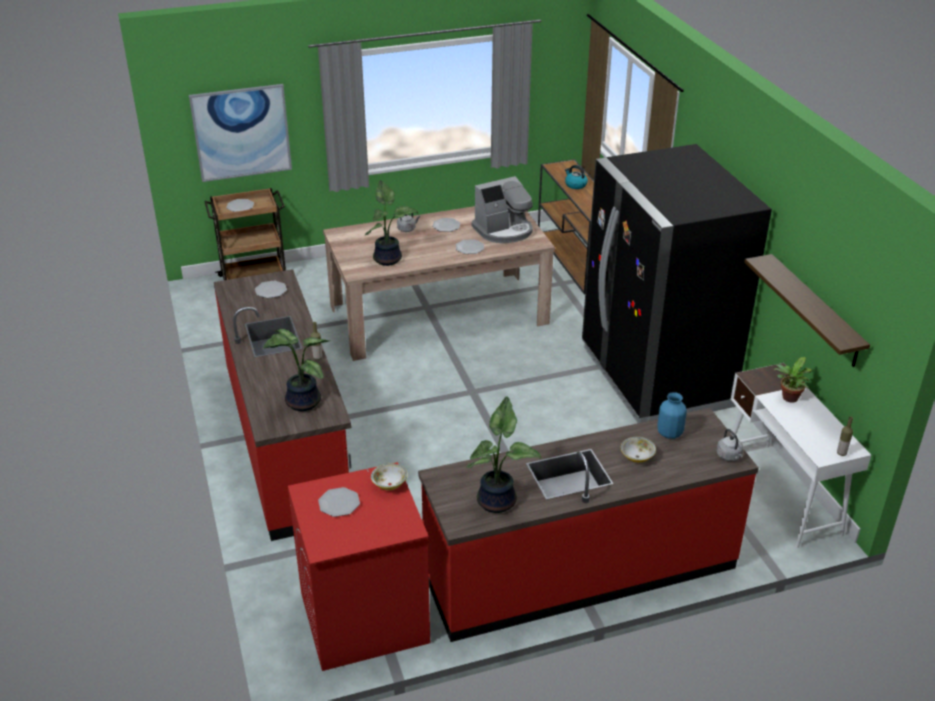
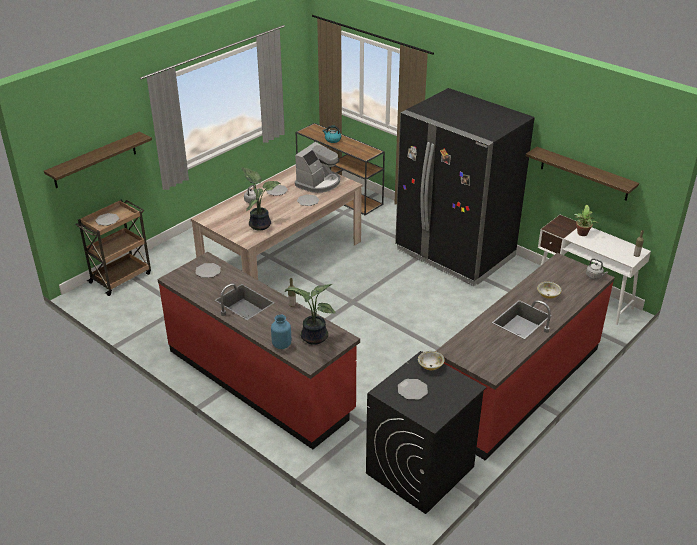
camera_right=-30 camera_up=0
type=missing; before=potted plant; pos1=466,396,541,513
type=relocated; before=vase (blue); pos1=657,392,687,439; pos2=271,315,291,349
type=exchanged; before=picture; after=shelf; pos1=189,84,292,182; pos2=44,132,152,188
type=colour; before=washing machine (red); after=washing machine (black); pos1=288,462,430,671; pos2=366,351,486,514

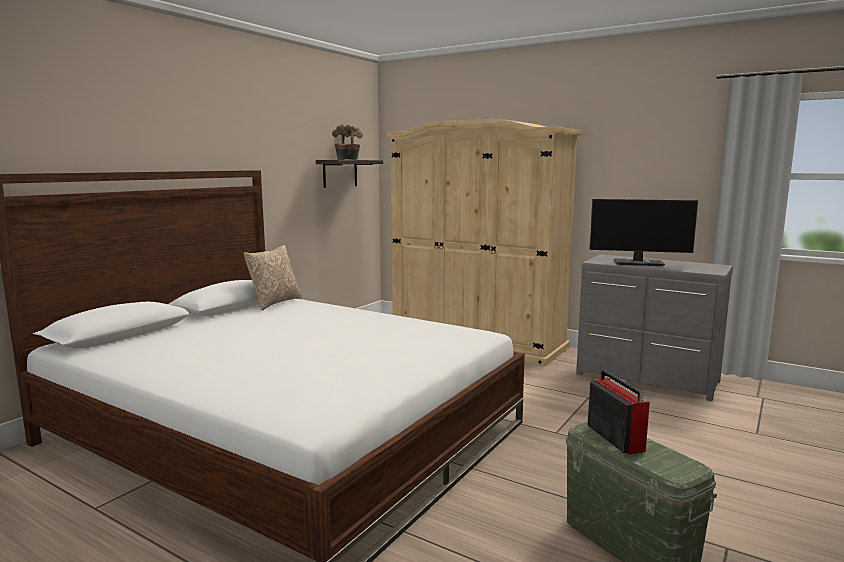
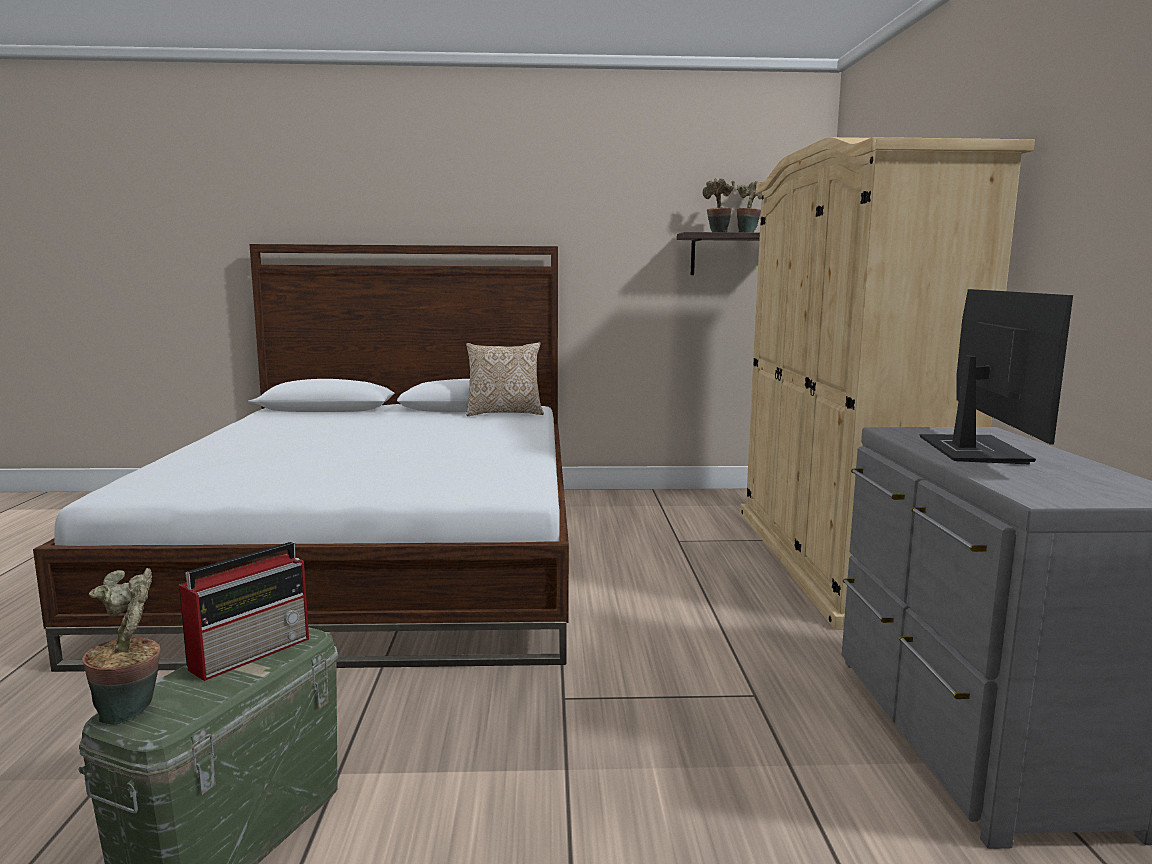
camera_right=55 camera_up=0
type=appeared; after=potted plant; pos2=82,568,161,725
type=spun; before=monitor; pos1=589,199,698,266; pos2=920,289,1073,464; turn=-150

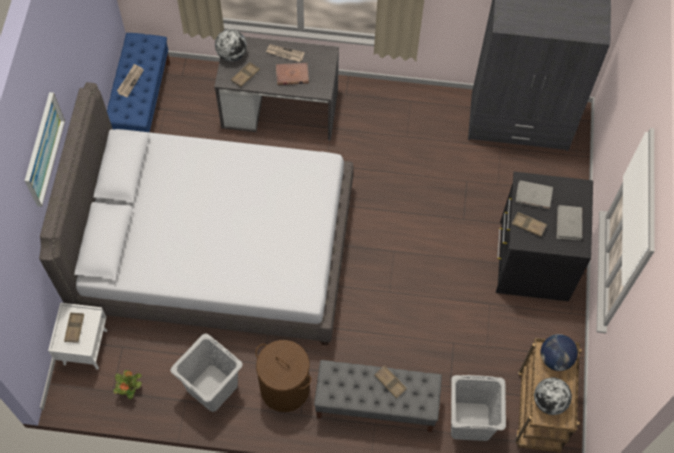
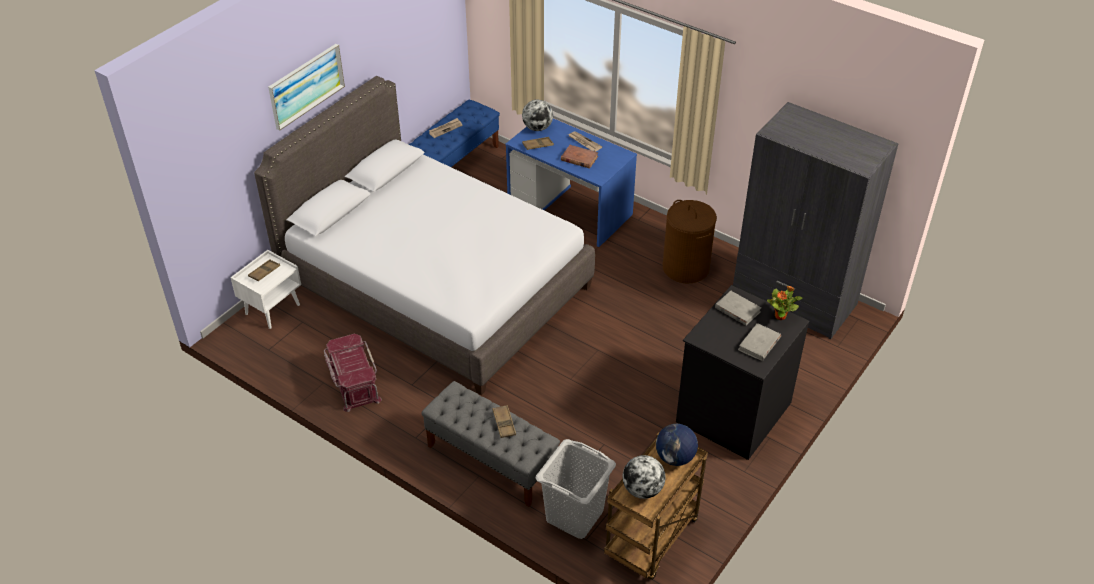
camera_right=30 camera_up=-20
type=missing; before=tray (brown); pos1=512,212,547,237
type=relocated; before=potted plant; pos1=114,370,142,400; pos2=767,286,802,320
type=relocated; before=laundry basket (brown); pos1=255,340,312,412; pos2=662,200,717,283
type=exchanged; before=laundry basket (grey); after=storage box (red); pos1=170,333,243,412; pos2=324,334,382,412
type=colour; before=desk (grey); after=desk (blue); pos1=214,37,339,141; pos2=505,118,637,247

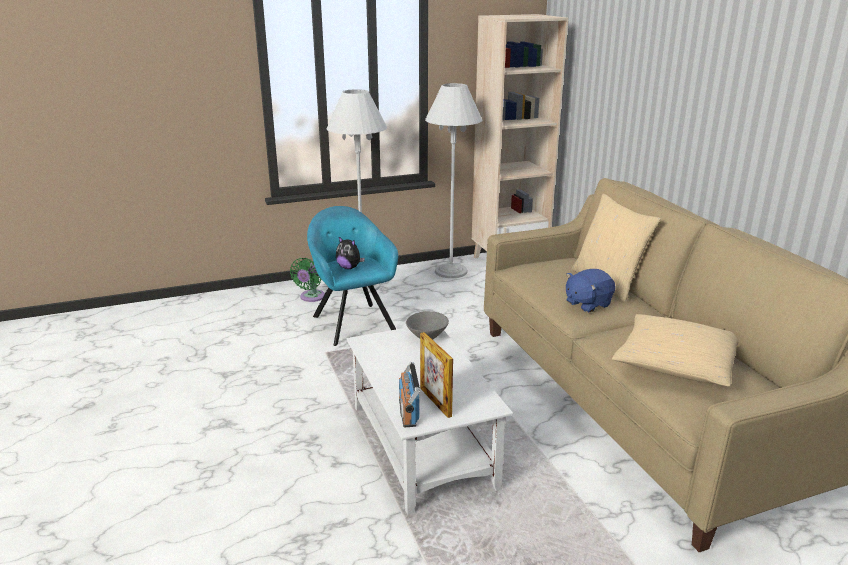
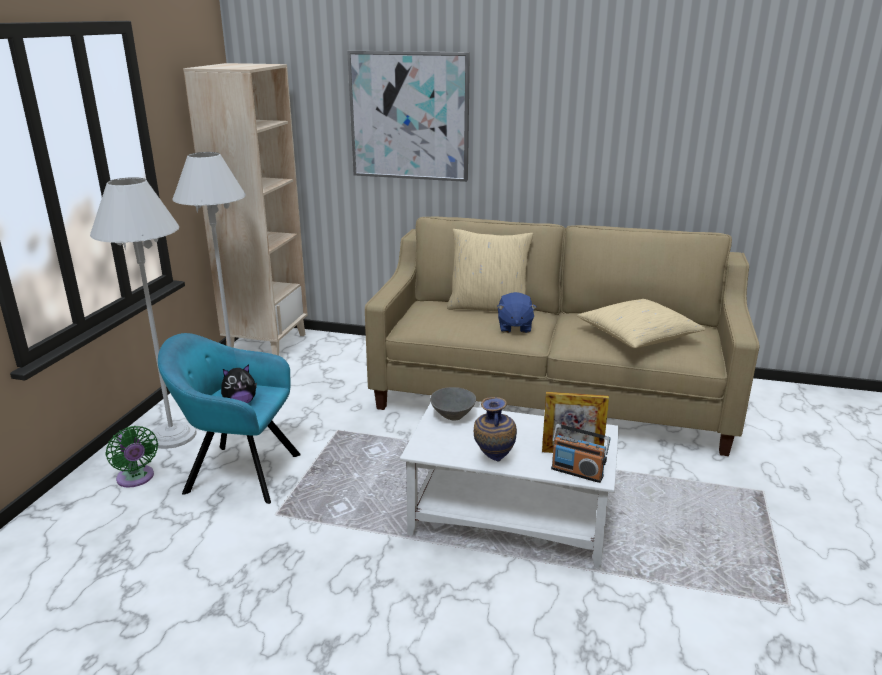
camera_right=-55 camera_up=0
type=appeared; after=picture; pos2=347,51,470,182
type=appeared; after=vase; pos2=474,397,517,462

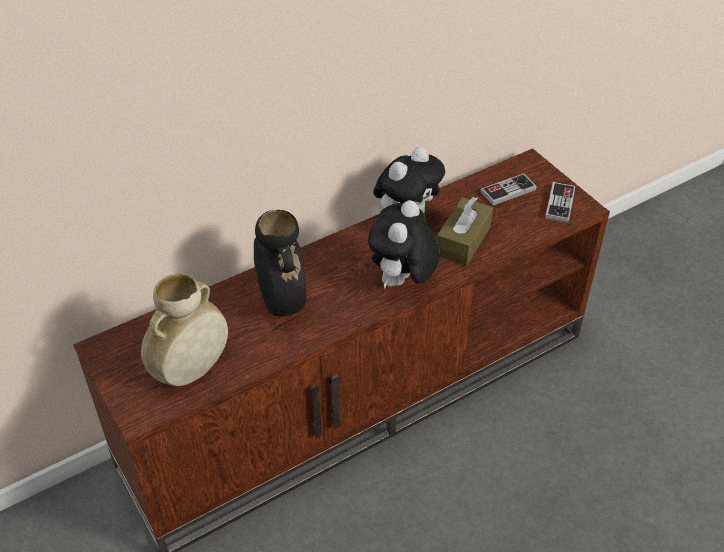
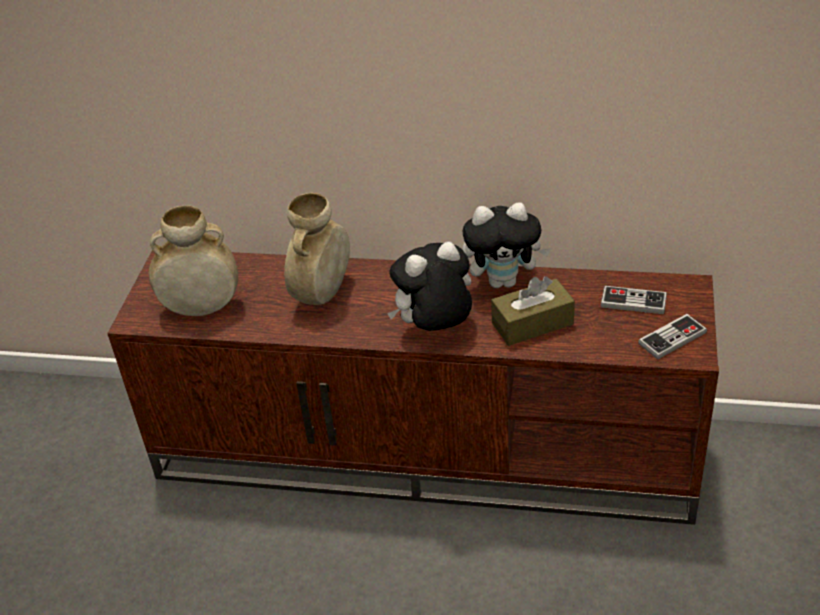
camera_right=45 camera_up=-5
type=colour; before=vase (black); after=vase (beige); pos1=254,210,306,317; pos2=284,193,350,305

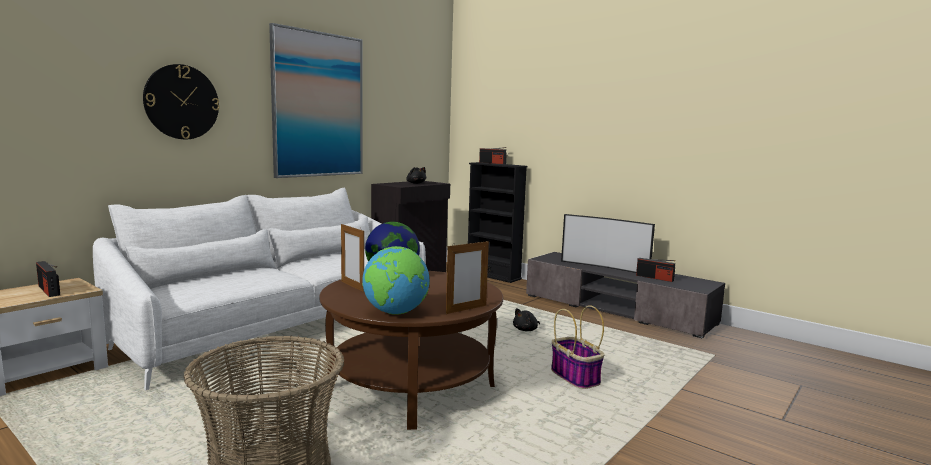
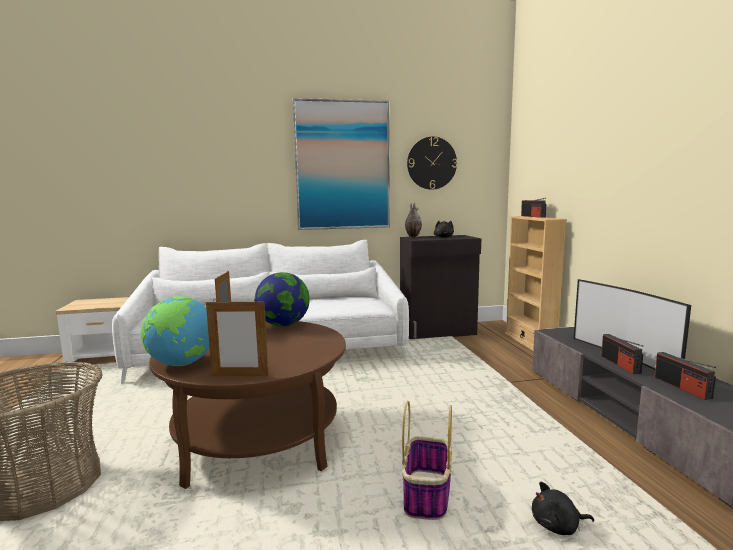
camera_right=40 camera_up=0
type=appeared; after=vase; pos2=405,203,422,238
type=relocated; before=radio; pos1=36,261,60,297; pos2=601,334,643,374
type=relocated; before=wall clock; pos1=143,64,220,139; pos2=407,137,457,190
type=relocated; before=plush toy (black); pos1=513,308,540,331; pos2=532,482,594,535
type=colour; before=bookcase (black); after=bookcase (beige); pos1=468,162,528,283; pos2=505,216,567,351

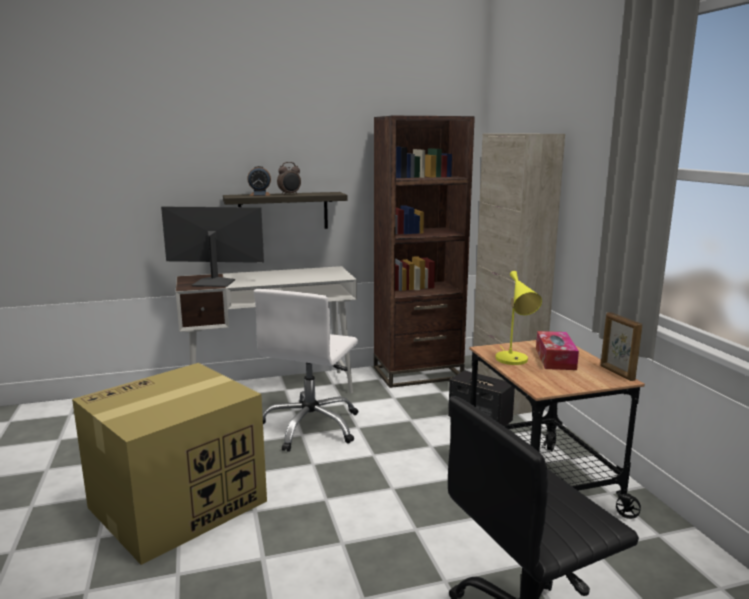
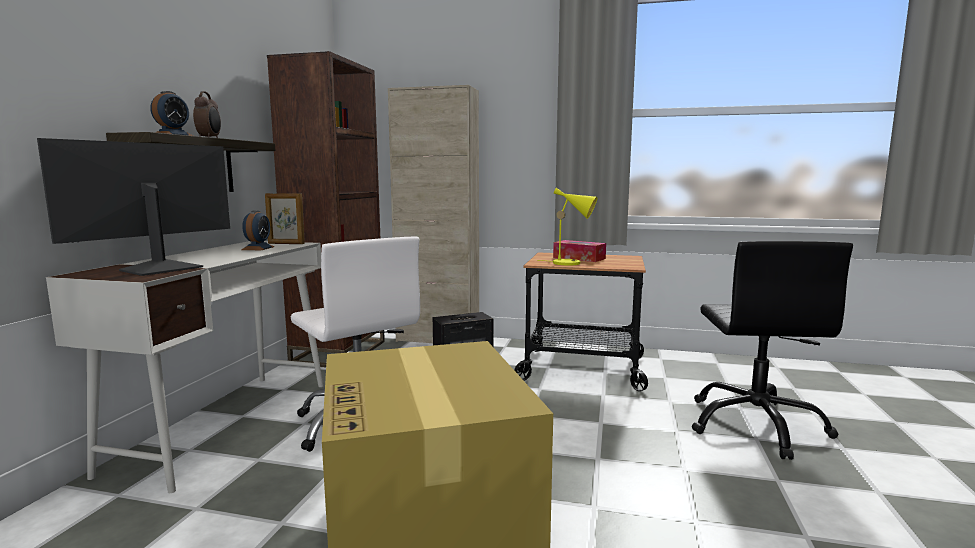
camera_right=-60 camera_up=-5
type=appeared; after=alarm clock; pos2=241,210,275,250
type=relocated; before=picture frame; pos1=600,312,642,381; pos2=265,193,305,244

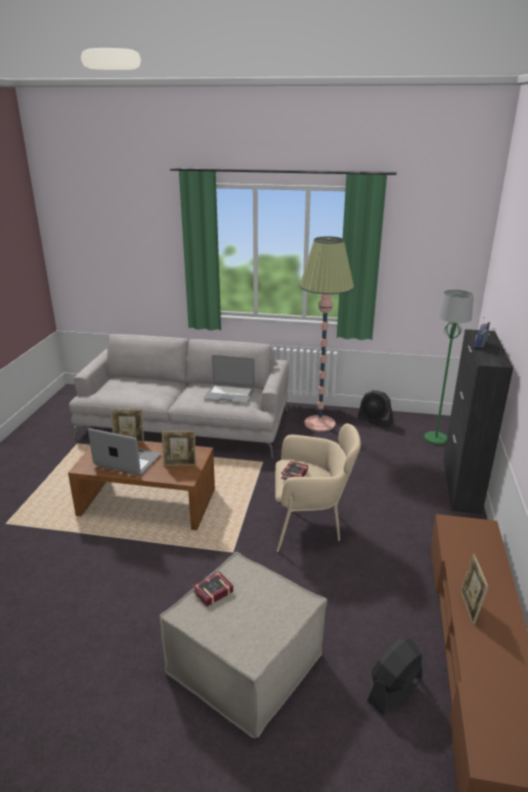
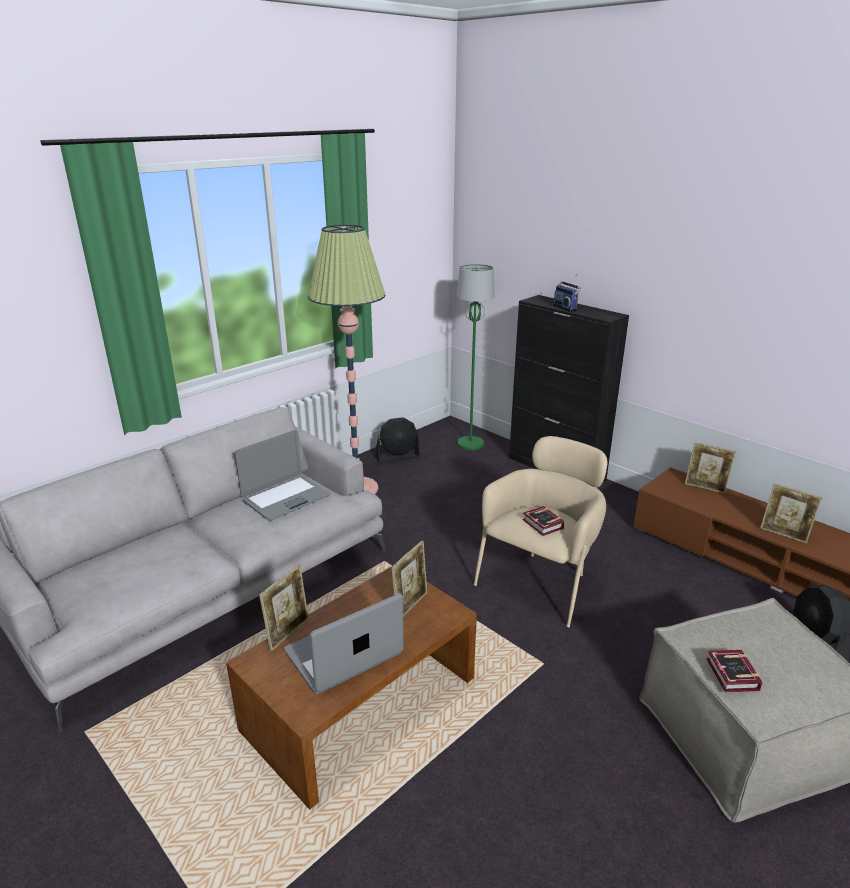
camera_right=-55 camera_up=0
type=appeared; after=picture frame; pos2=685,442,736,494

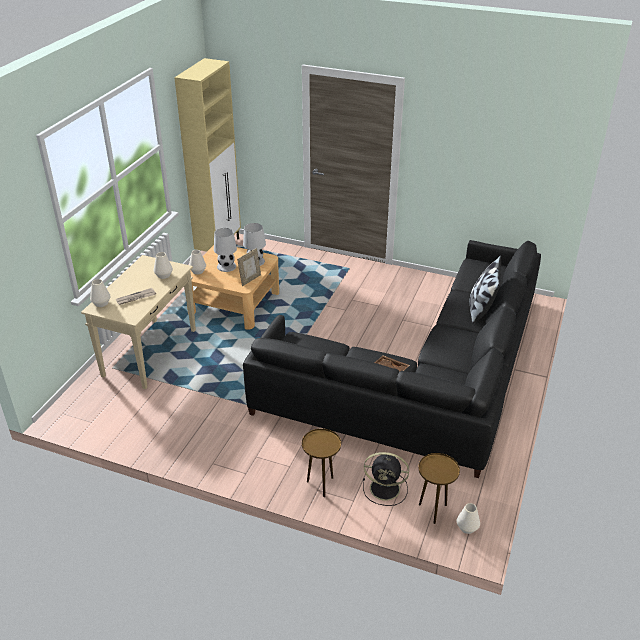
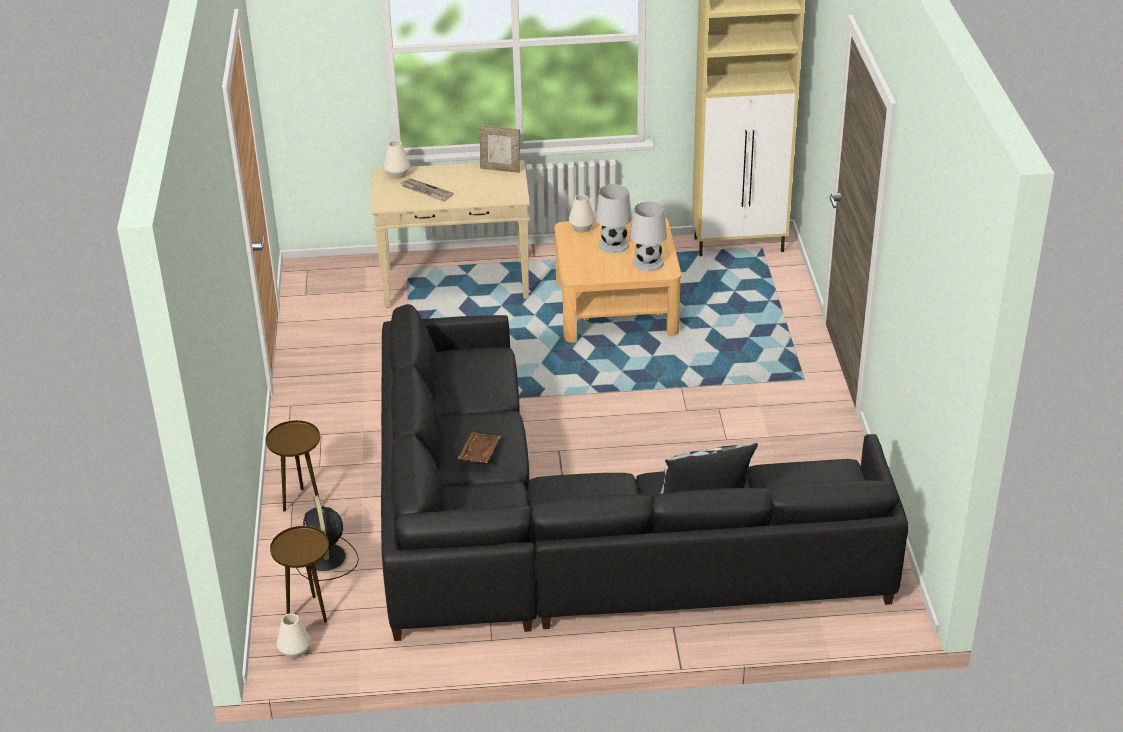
camera_right=65 camera_up=0
type=missing; before=vase (white); pos1=154,252,173,279
type=relocated; before=picture frame; pos1=237,248,261,286; pos2=480,125,520,173

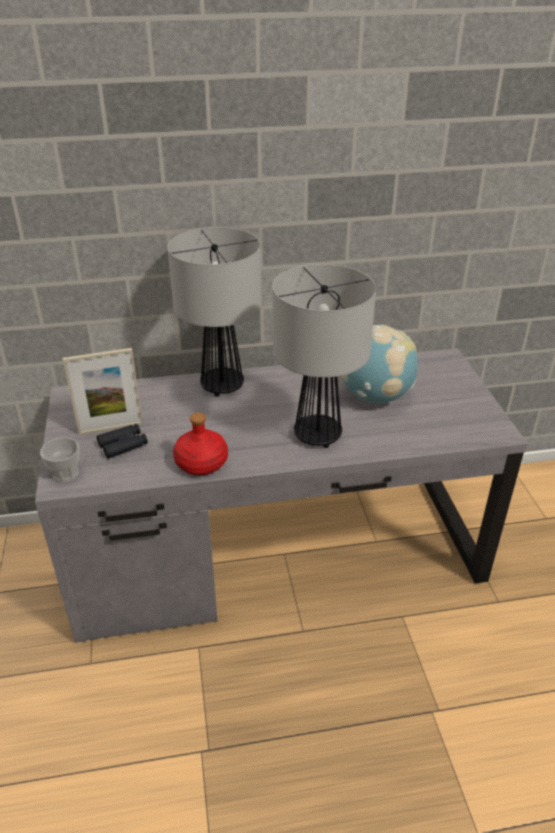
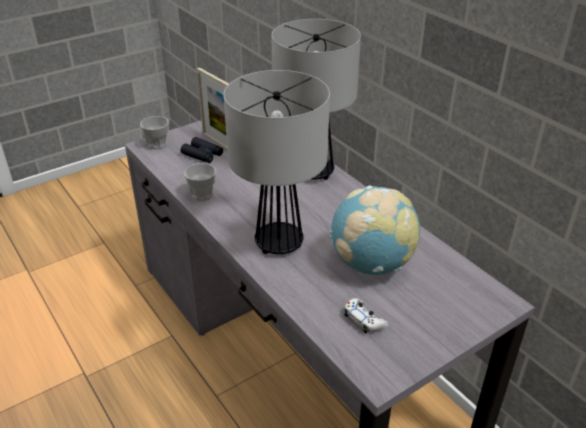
camera_right=65 camera_up=0
type=appeared; after=game controller (white); pos2=344,298,389,334
type=exchanged; before=bottle (red); after=cup; pos1=173,412,228,475; pos2=184,163,216,201

